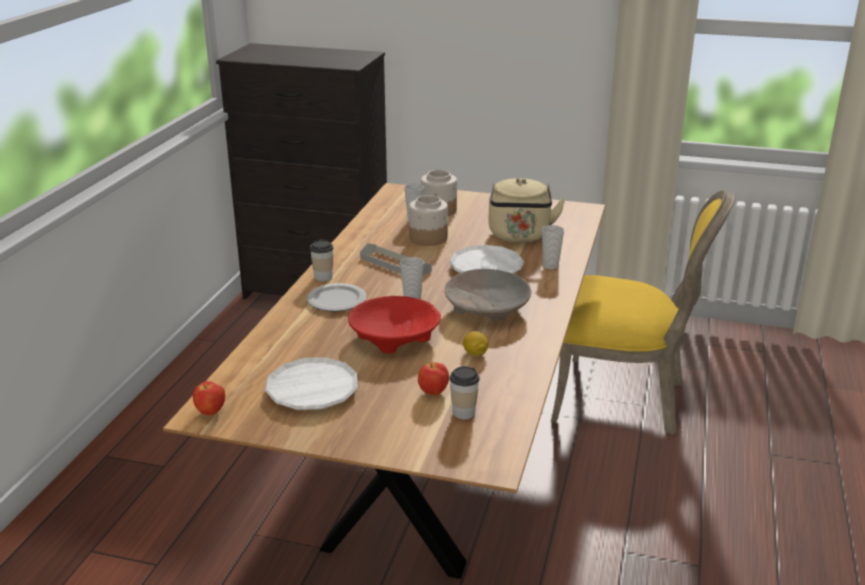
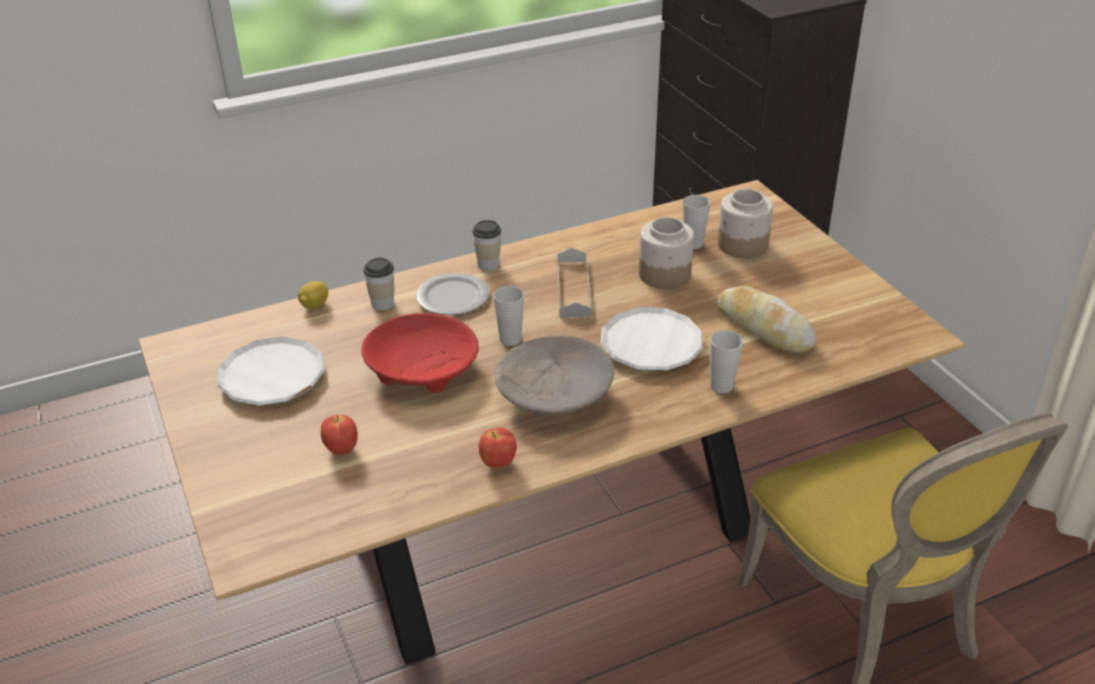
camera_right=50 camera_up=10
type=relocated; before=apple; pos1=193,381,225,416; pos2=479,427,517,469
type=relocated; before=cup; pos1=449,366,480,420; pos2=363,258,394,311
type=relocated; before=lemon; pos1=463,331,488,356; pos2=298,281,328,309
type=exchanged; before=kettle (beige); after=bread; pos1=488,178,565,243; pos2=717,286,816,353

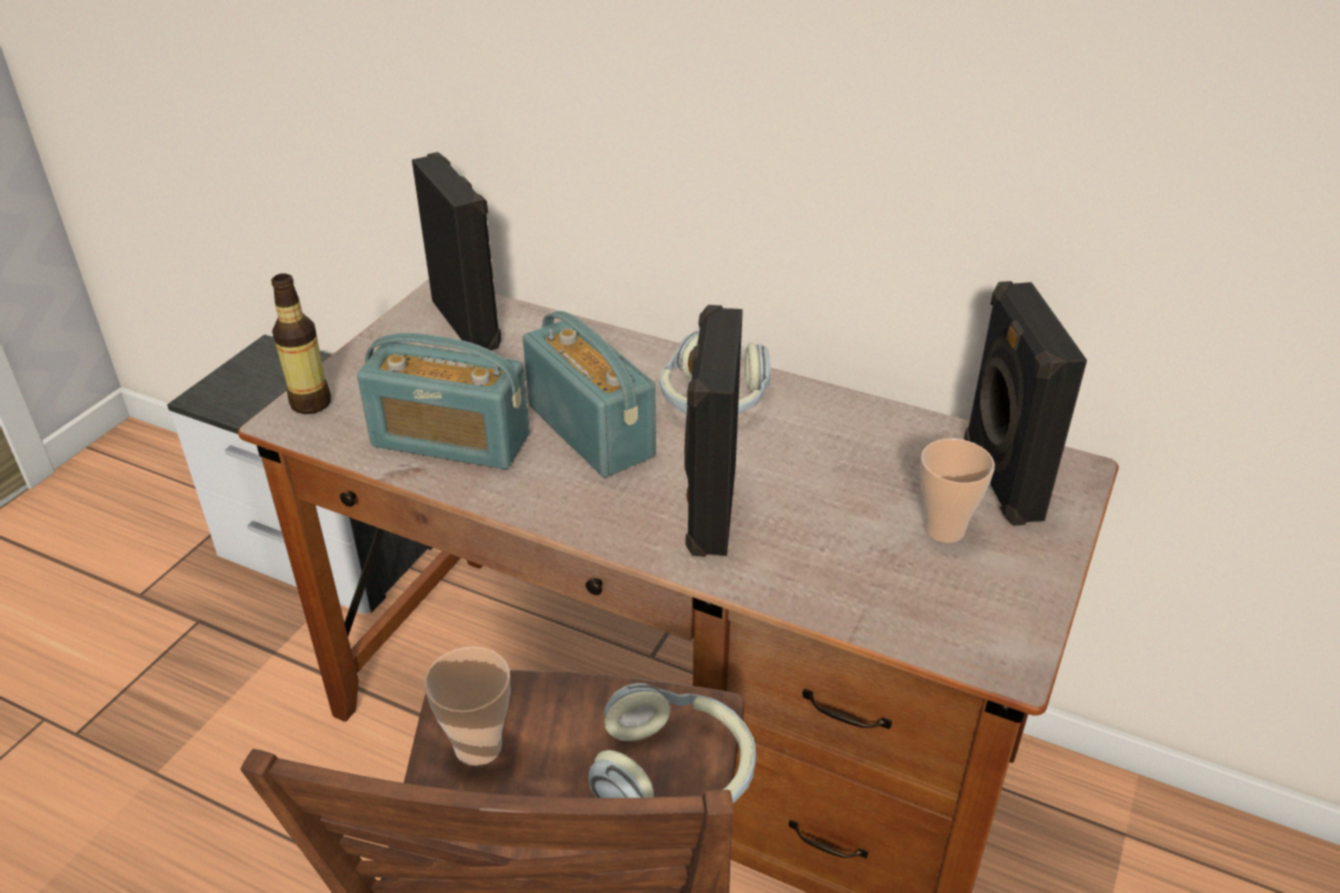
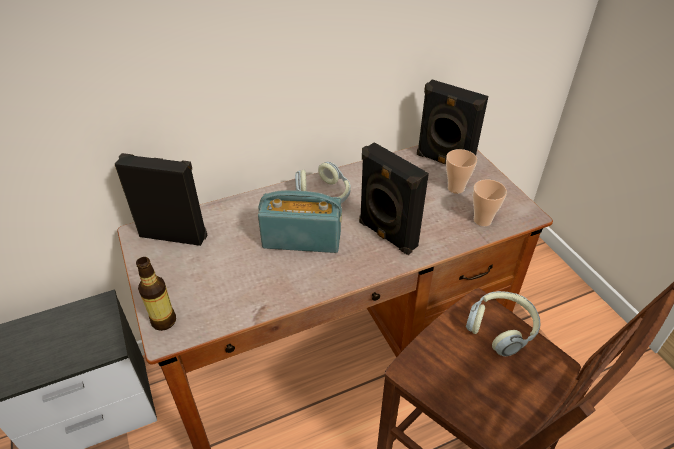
camera_right=-50 camera_up=5
type=missing; before=radio; pos1=357,333,530,469
type=relocated; before=cup; pos1=424,647,510,766; pos2=473,179,507,226

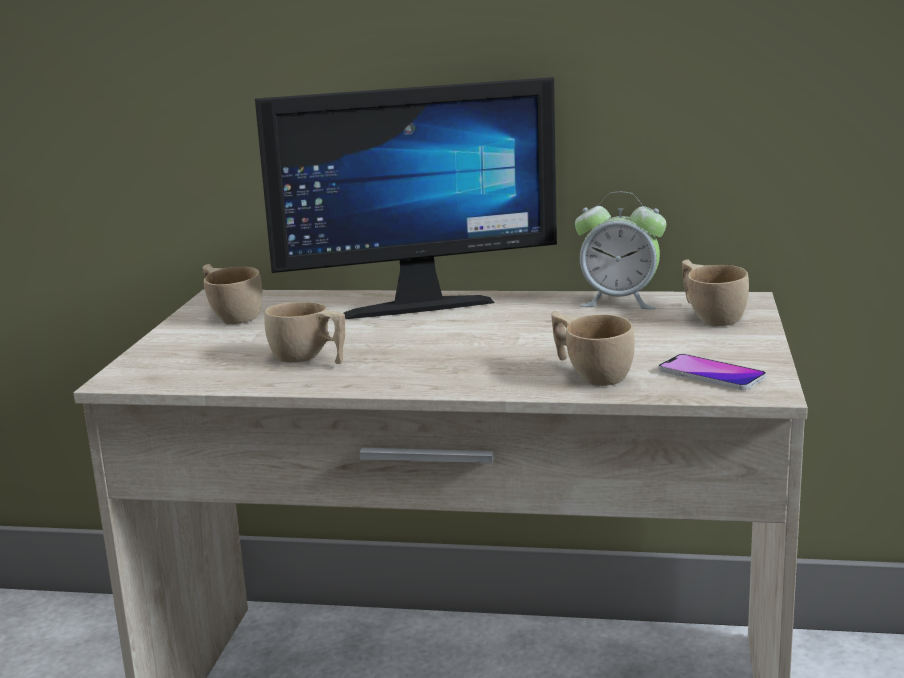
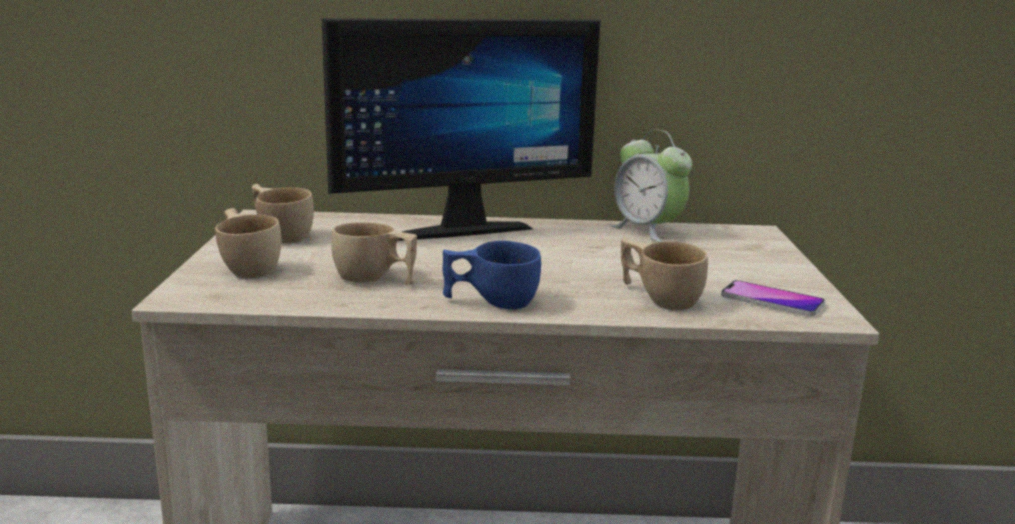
camera_right=-10 camera_up=0
type=appeared; after=cup (blue); pos2=443,241,541,309
type=relocated; before=cup (beige); pos1=682,259,749,326; pos2=215,208,282,278
type=spun; before=alarm clock; pos1=575,192,666,309; pos2=610,129,692,242; turn=45

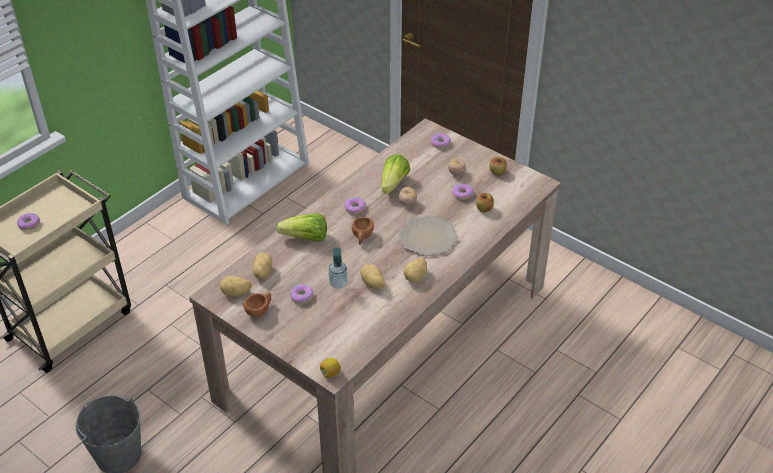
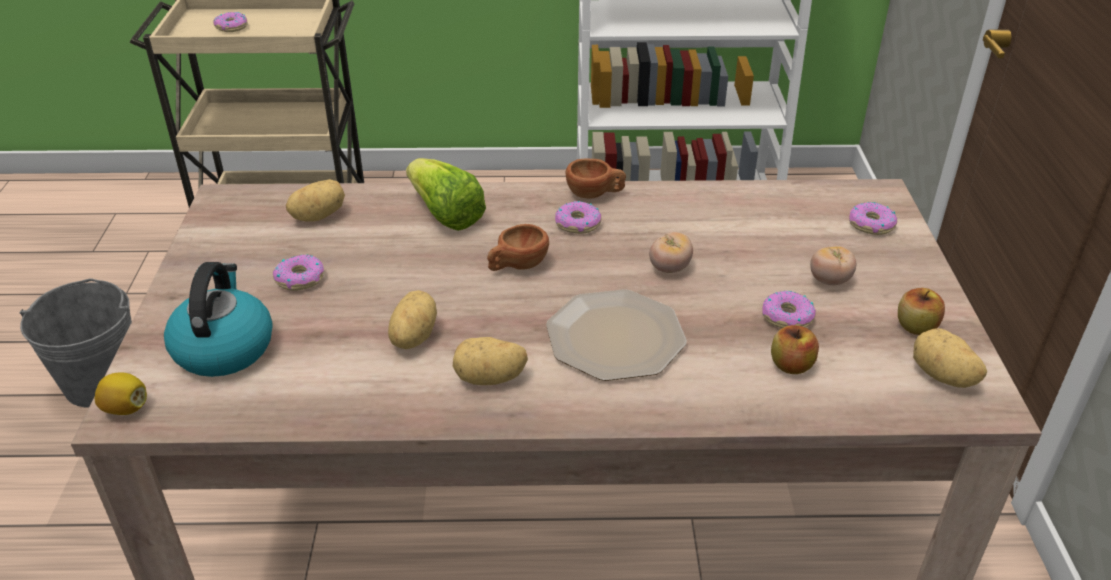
camera_right=50 camera_up=-5
type=missing; before=soap dispenser; pos1=328,248,348,289
type=missing; before=lettuce; pos1=382,154,410,194
type=appeared; after=kettle; pos2=164,262,273,377
type=relocated; before=potato; pos1=220,276,252,296; pos2=913,328,987,388
type=relocated; before=cup (brown); pos1=244,292,271,318; pos2=566,159,626,199

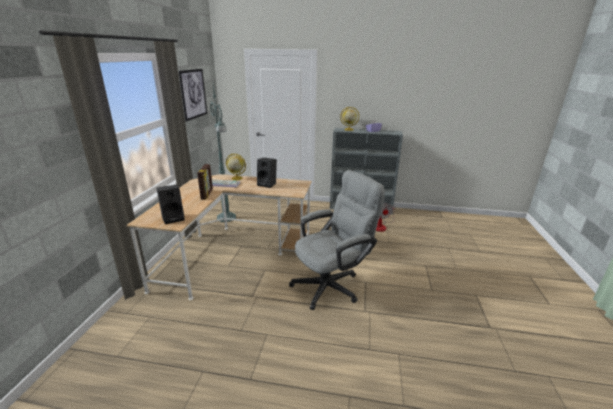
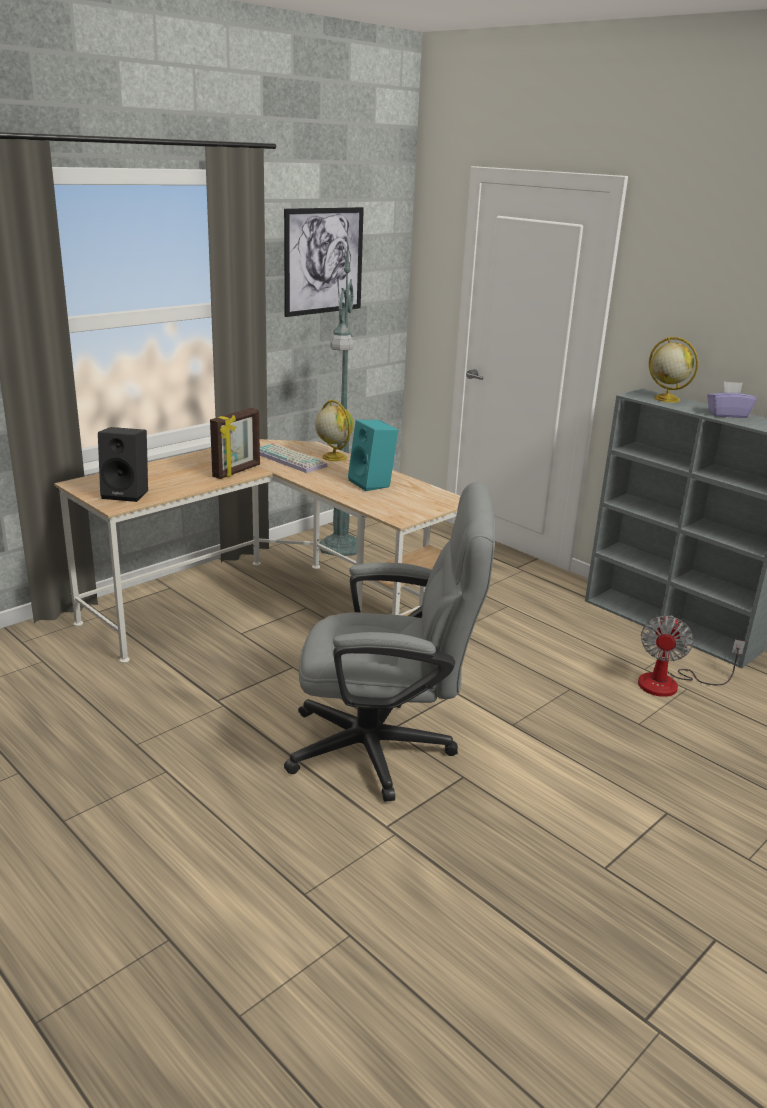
camera_right=35 camera_up=0
type=colour; before=speaker (black); after=speaker (turquoise); pos1=257,157,277,188; pos2=348,420,398,491

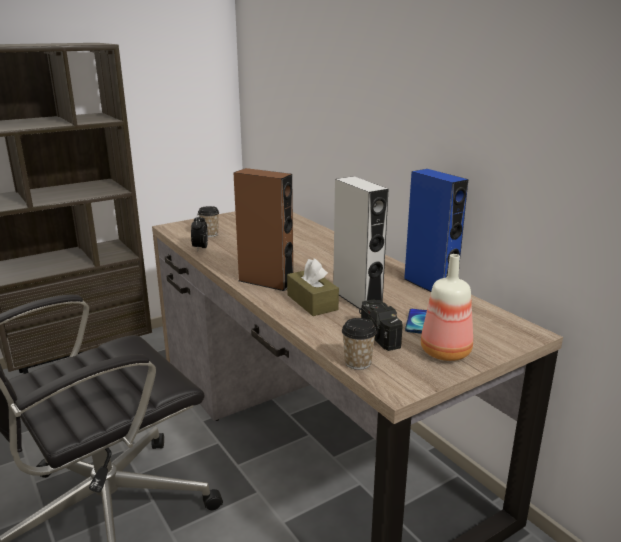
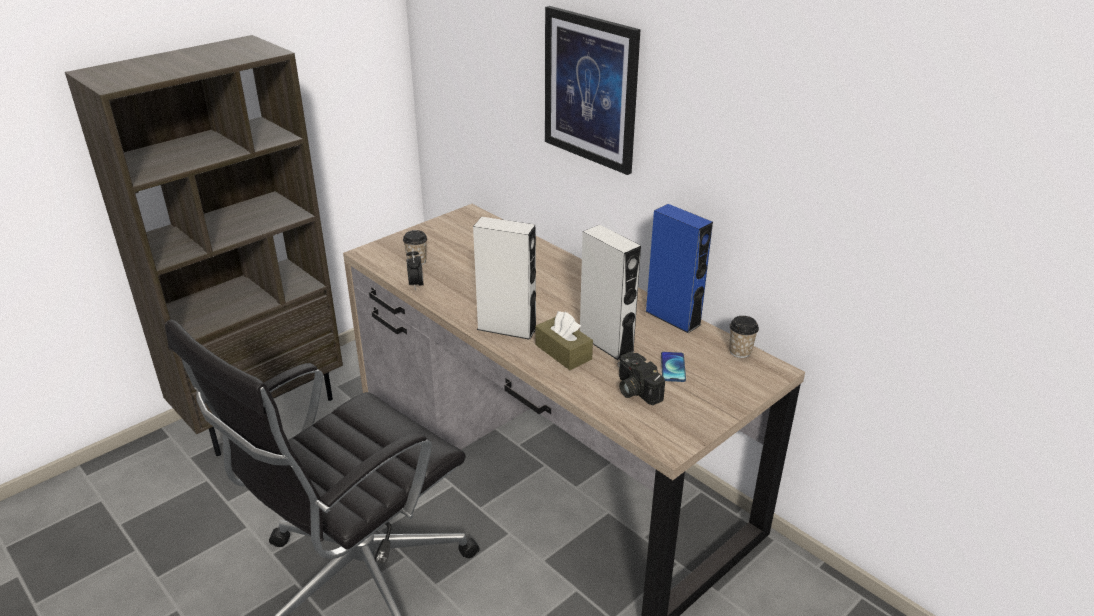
camera_right=-10 camera_up=10
type=missing; before=bottle; pos1=421,254,473,361
type=appeared; after=picture; pos2=545,6,640,175
type=relocated; before=cup; pos1=342,318,377,370; pos2=729,316,759,358
type=colour; before=speaker (brown); after=speaker (grey); pos1=234,168,293,291; pos2=473,217,536,340

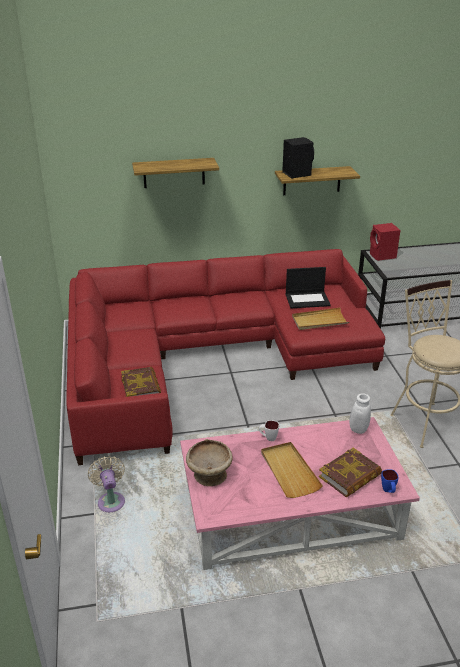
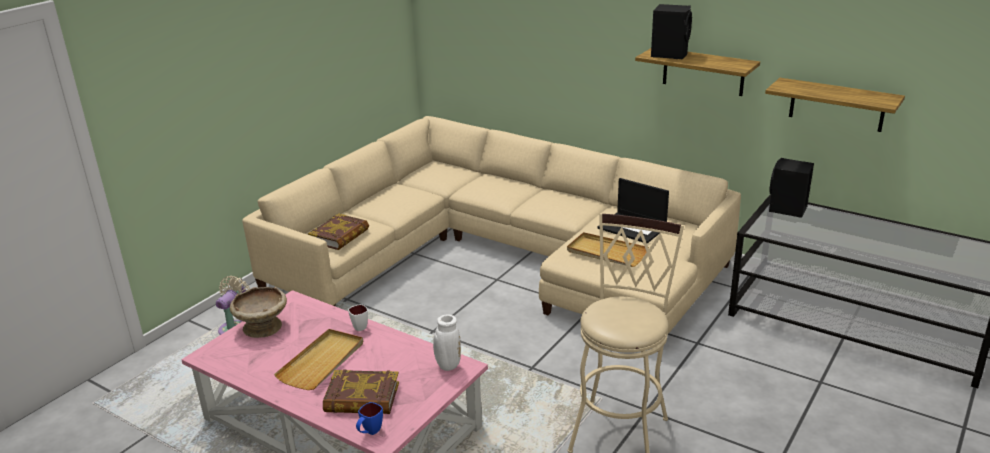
camera_right=45 camera_up=-5
type=relocated; before=shelf; pos1=132,158,219,188; pos2=765,78,905,132
type=colour; before=sofa (red); after=sofa (beige); pos1=66,249,385,465; pos2=242,116,741,352
type=colour; before=speaker (red); after=speaker (black); pos1=370,223,401,261; pos2=769,158,814,218

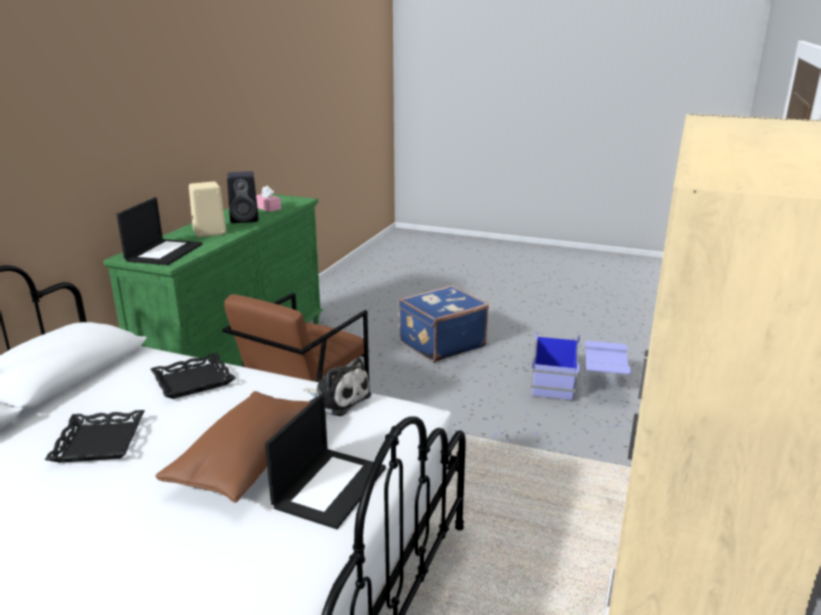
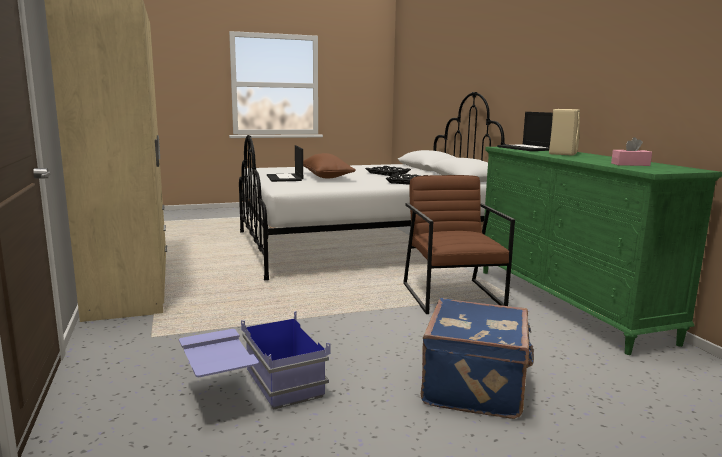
camera_right=140 camera_up=-10
type=missing; before=speaker (black); pos1=227,171,259,223
type=missing; before=plush toy; pos1=303,358,371,416

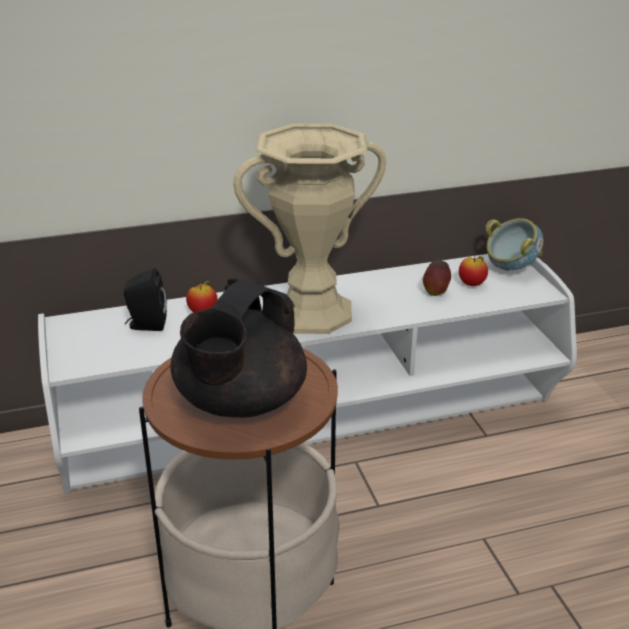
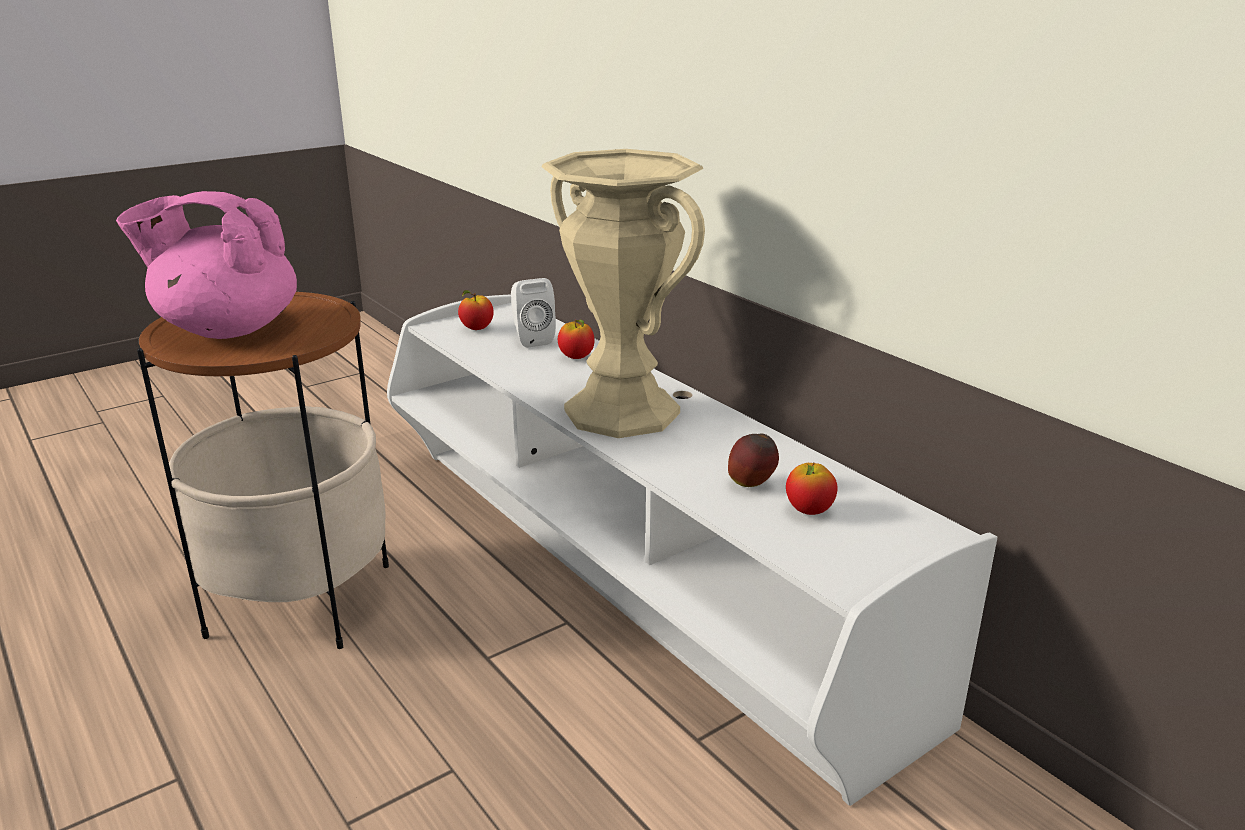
camera_right=70 camera_up=-5
type=missing; before=bowl; pos1=486,218,543,271
type=appeared; after=apple; pos2=458,290,494,330
type=colour; before=speaker (black); after=speaker (white); pos1=124,268,167,331; pos2=511,278,556,348
type=colour; before=teapot (black); after=teapot (pink); pos1=170,278,307,417; pos2=116,191,297,339

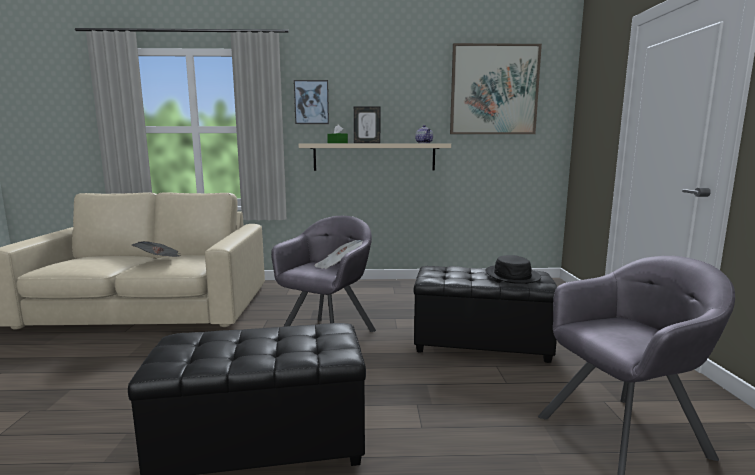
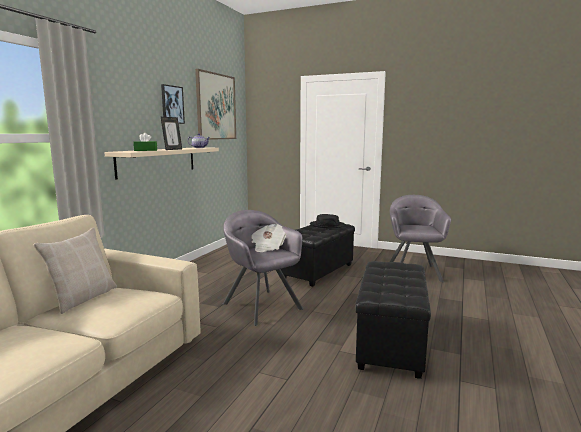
camera_right=-65 camera_up=0
type=missing; before=newspaper; pos1=132,241,180,257
type=appeared; after=pillow (beige); pos2=33,227,117,314
type=relocated; before=picture; pos1=294,80,329,124; pos2=161,84,185,124

